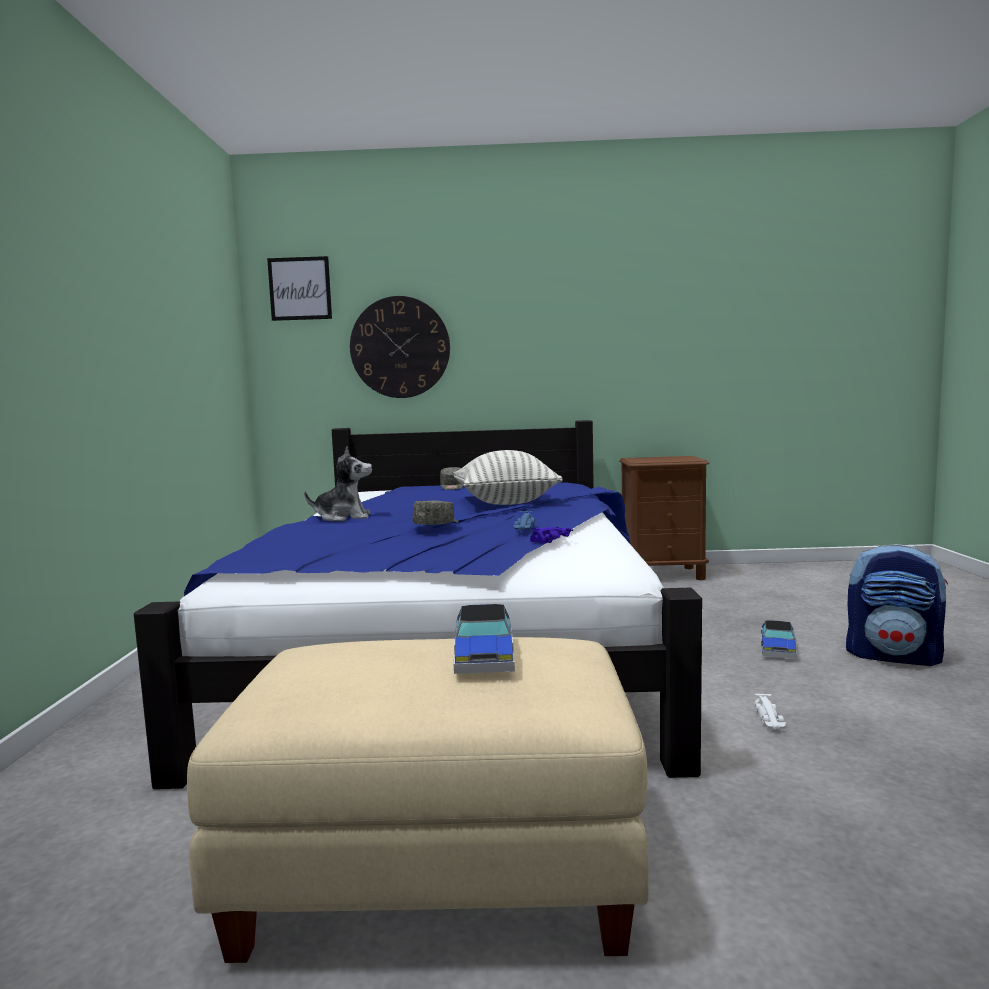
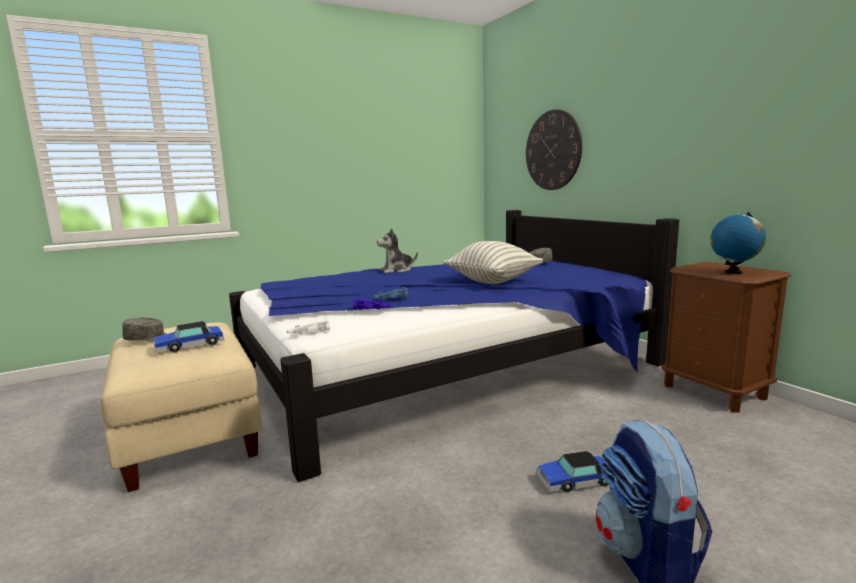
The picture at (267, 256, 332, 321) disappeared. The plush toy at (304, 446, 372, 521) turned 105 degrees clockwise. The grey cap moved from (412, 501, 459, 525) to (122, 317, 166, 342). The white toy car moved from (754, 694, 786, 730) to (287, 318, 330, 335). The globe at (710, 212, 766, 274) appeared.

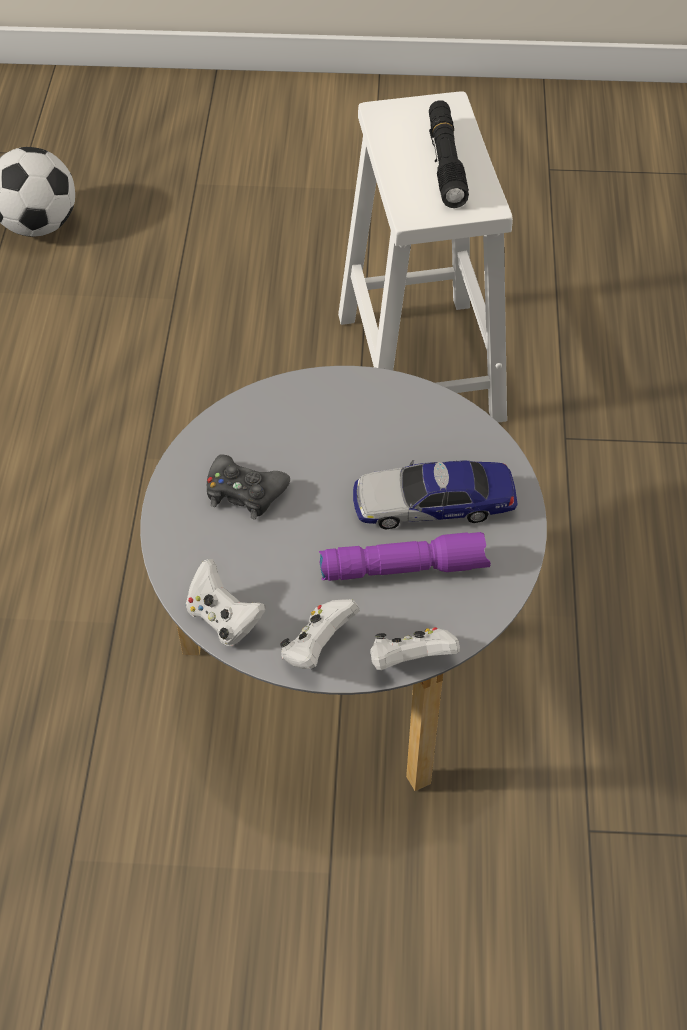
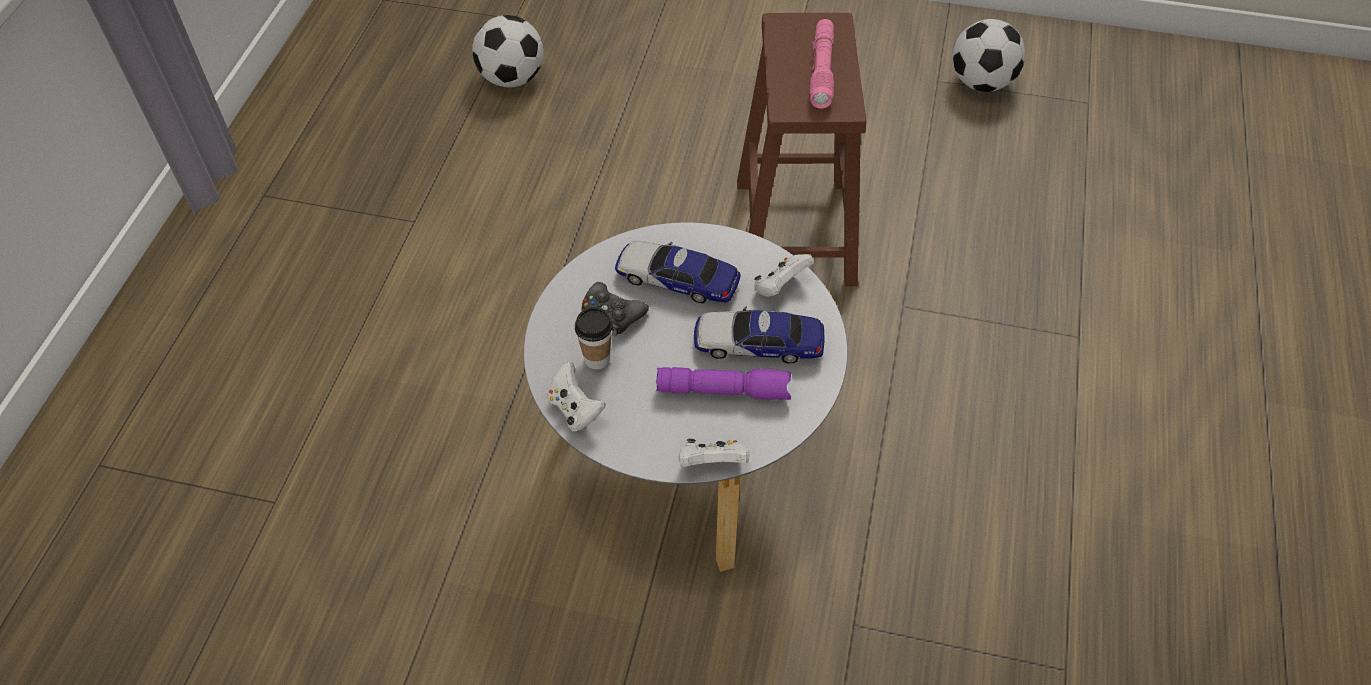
The white game controller moved from (280, 599, 359, 669) to (754, 254, 814, 297). The white stool at (338, 91, 513, 423) became the brown stool at (737, 13, 866, 286). The black flashlight at (429, 100, 469, 208) became the pink flashlight at (810, 19, 834, 109). The cup at (575, 307, 613, 369) appeared. The toy car at (615, 241, 741, 303) appeared. The football at (952, 19, 1025, 92) appeared.

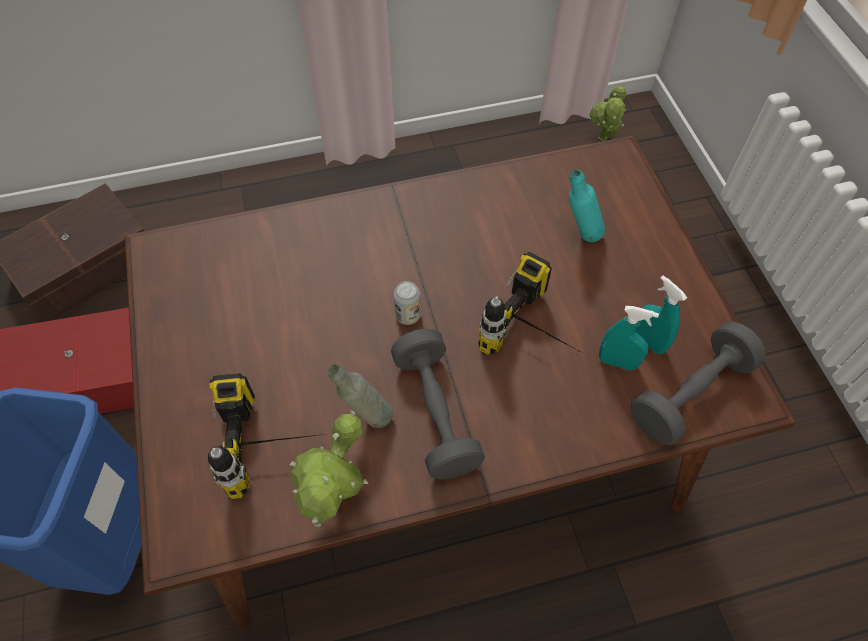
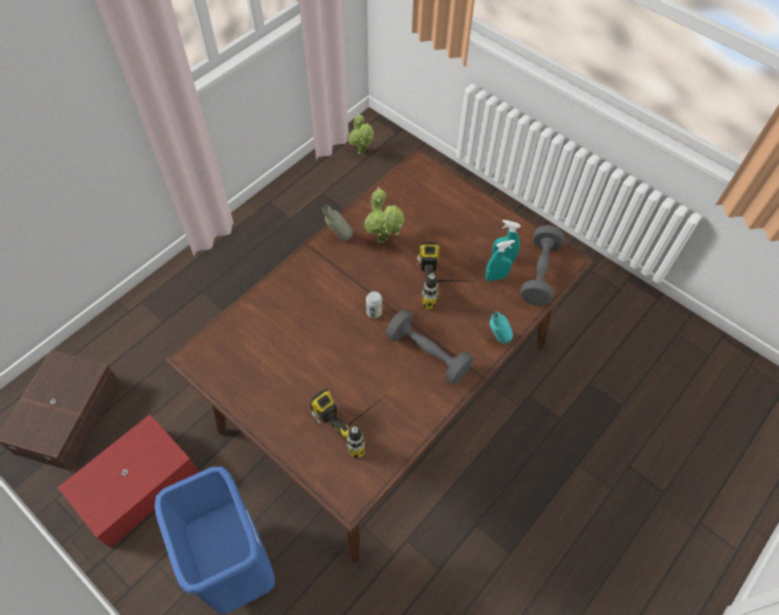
The potted plant moved from (289, 410, 368, 527) to (364, 187, 404, 243). The grey bottle moved from (328, 364, 393, 428) to (322, 205, 353, 241). The turquoise bottle moved from (569, 169, 605, 242) to (490, 311, 513, 343).

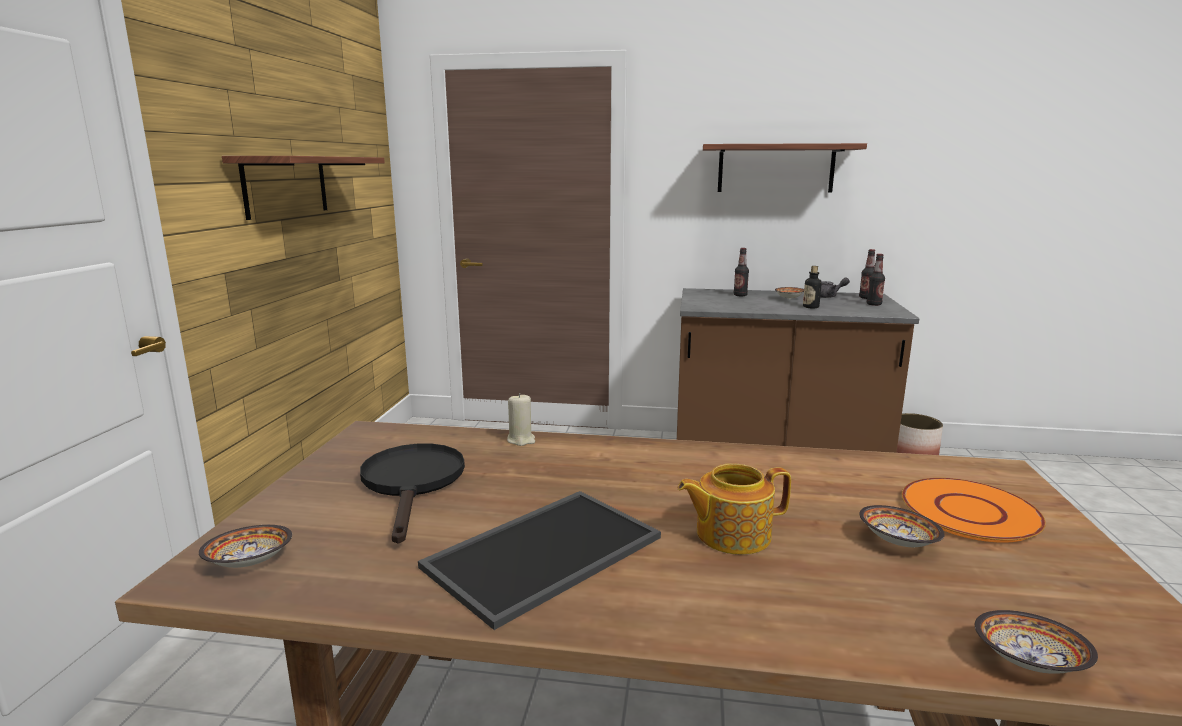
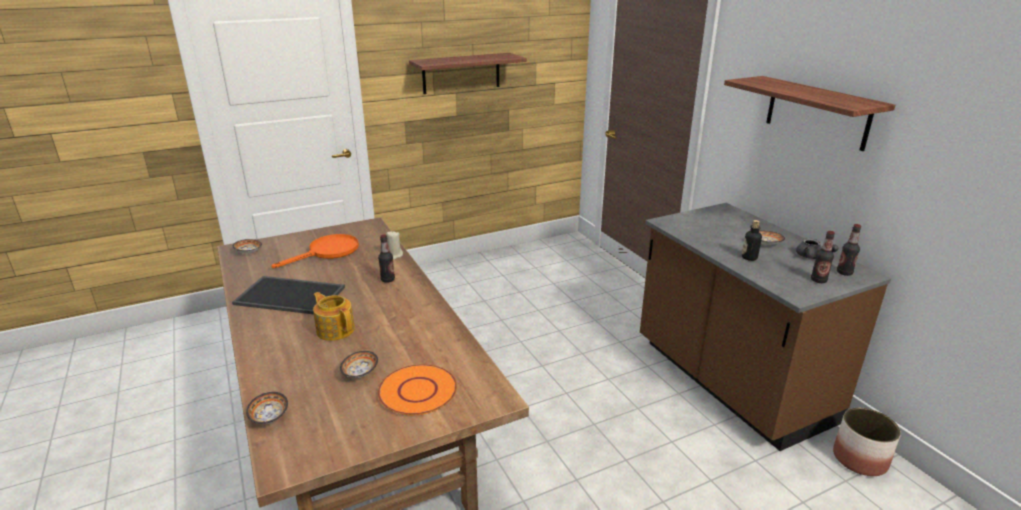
The black frying pan at (360, 444, 465, 544) became the orange frying pan at (271, 234, 359, 268). The bottle moved from (734, 248, 749, 296) to (378, 234, 395, 283).

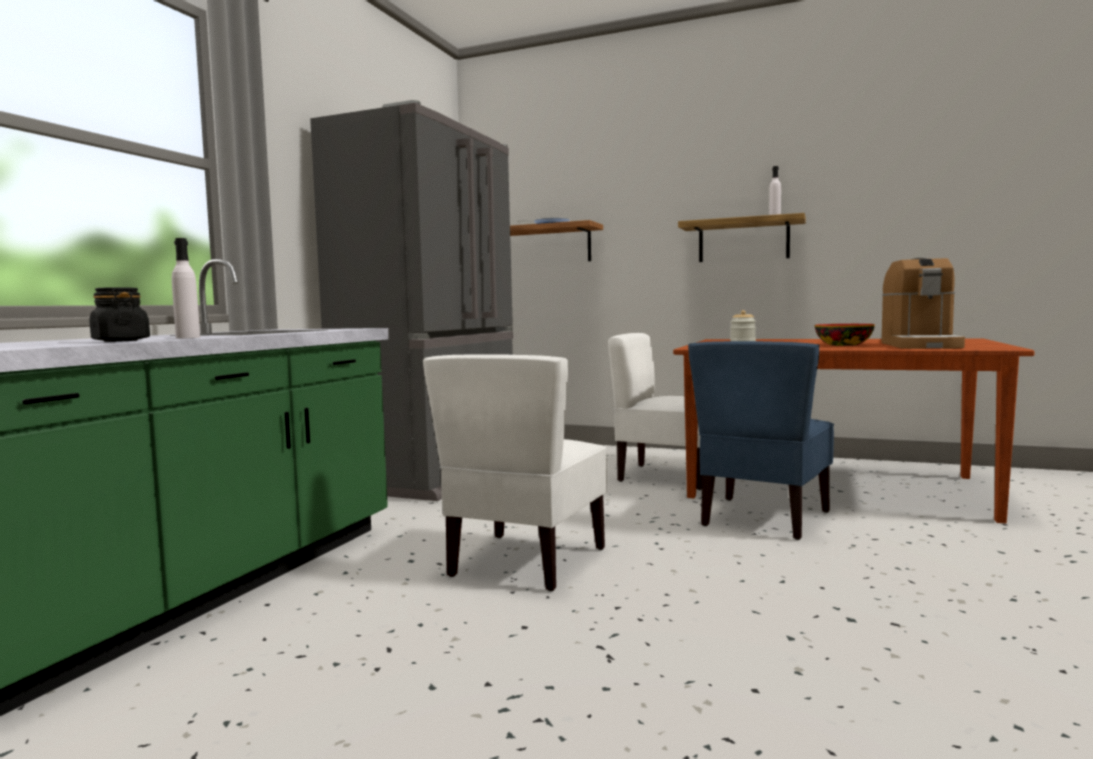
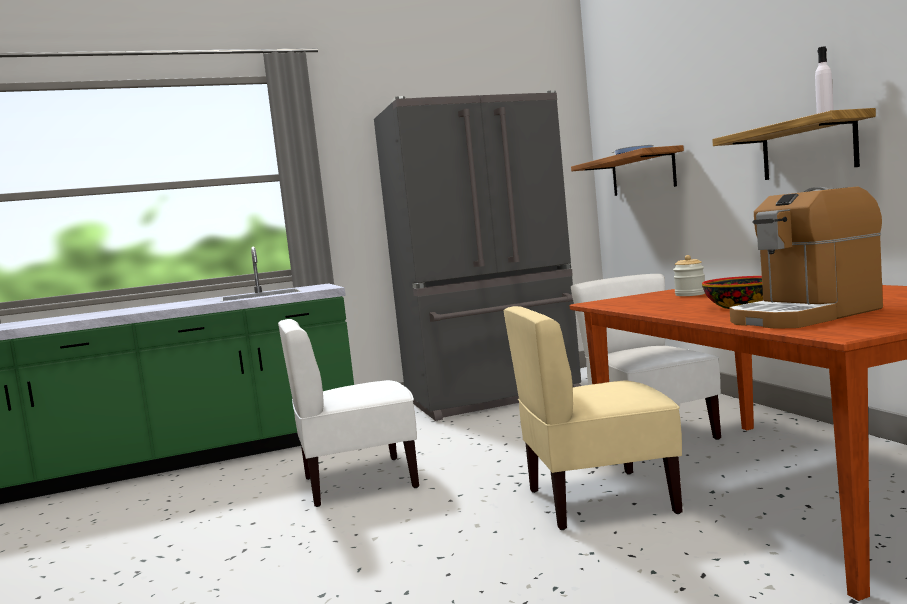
The black jar at (90, 287, 150, 342) disappeared. The white bottle at (172, 238, 200, 339) disappeared. The blue chair at (688, 341, 834, 540) became the beige chair at (504, 306, 683, 530).

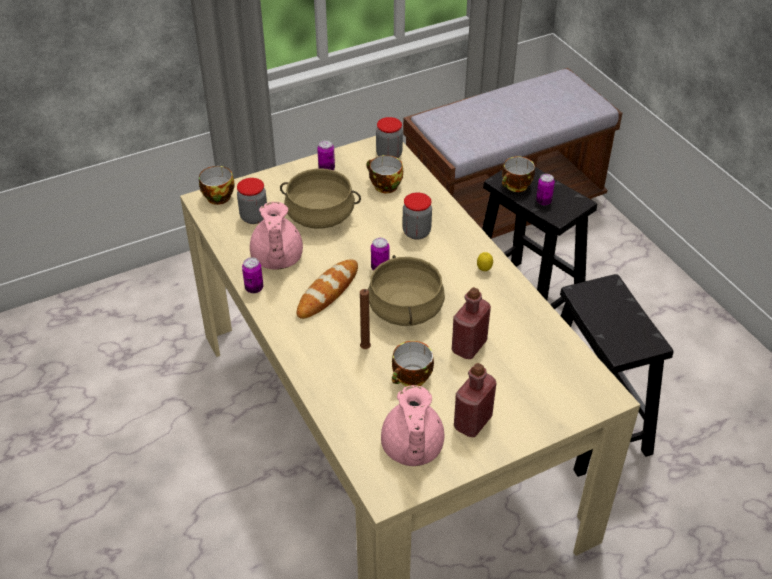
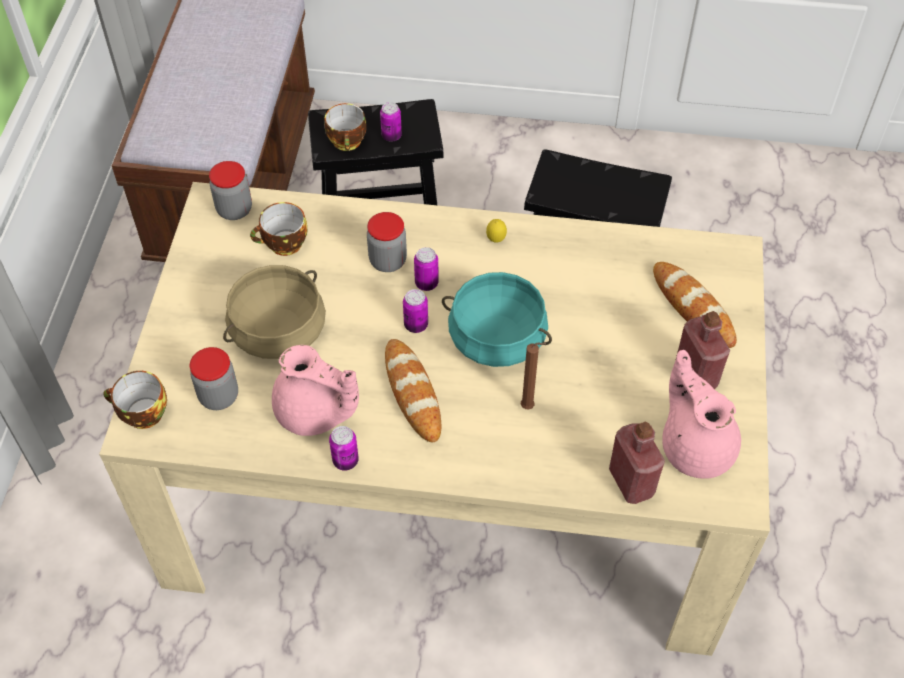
The can moved from (317, 140, 335, 170) to (414, 247, 439, 291). The beige cooking pot at (368, 255, 445, 326) became the turquoise cooking pot at (442, 272, 552, 367). The pink teapot at (381, 385, 444, 466) turned 150 degrees counterclockwise. The cup at (392, 341, 434, 387) disappeared. The red bottle moved from (452, 287, 491, 359) to (609, 422, 665, 504). The bread at (653, 262, 737, 348) appeared.

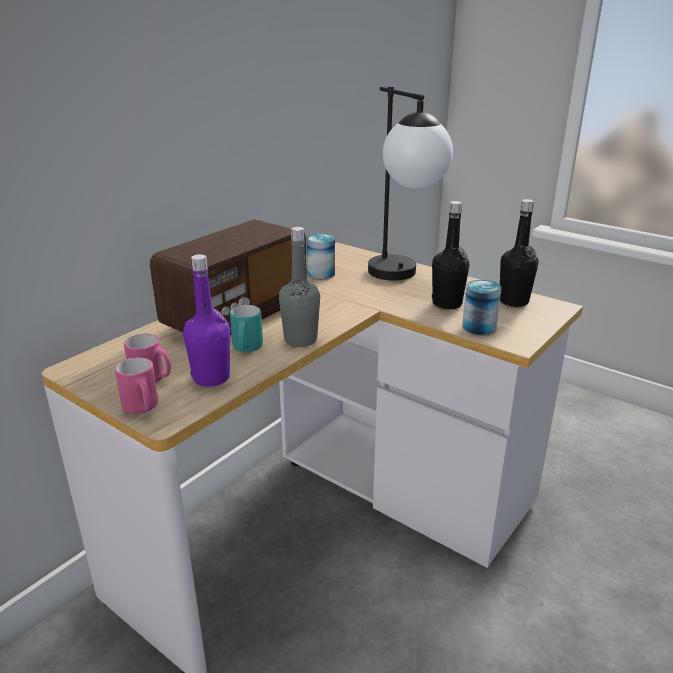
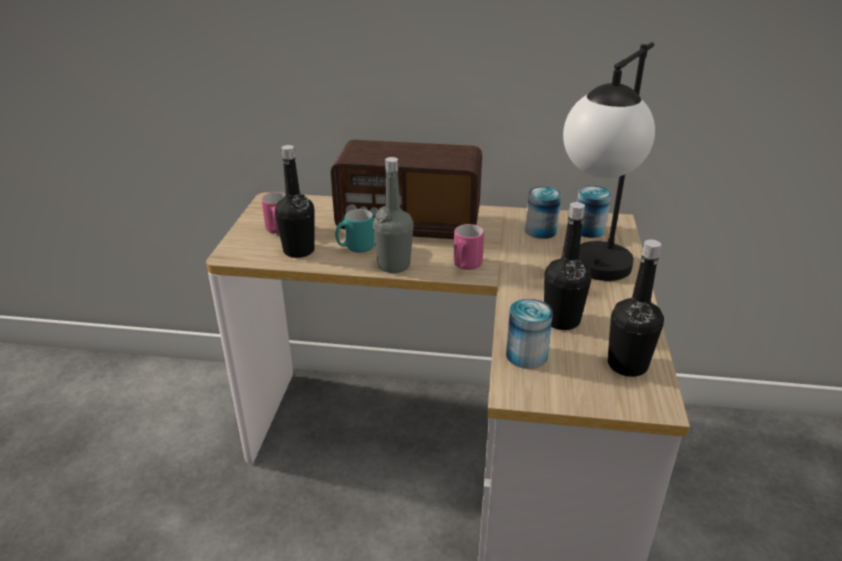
The pink mug moved from (115, 357, 158, 414) to (453, 224, 484, 270). The purple bottle at (183, 254, 230, 387) became the black bottle at (275, 145, 315, 258). The can at (577, 186, 612, 238) appeared.

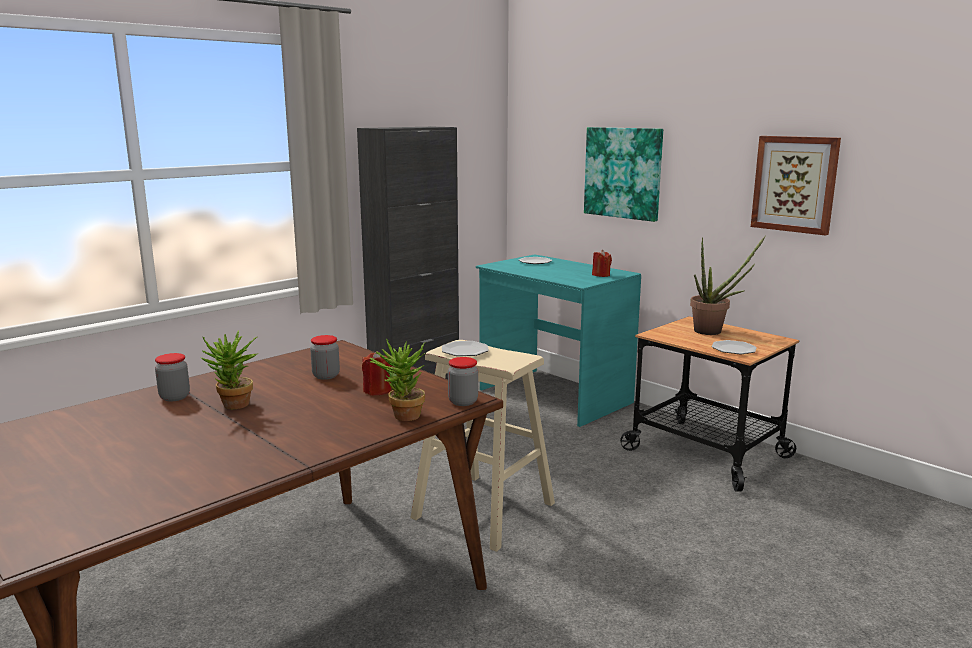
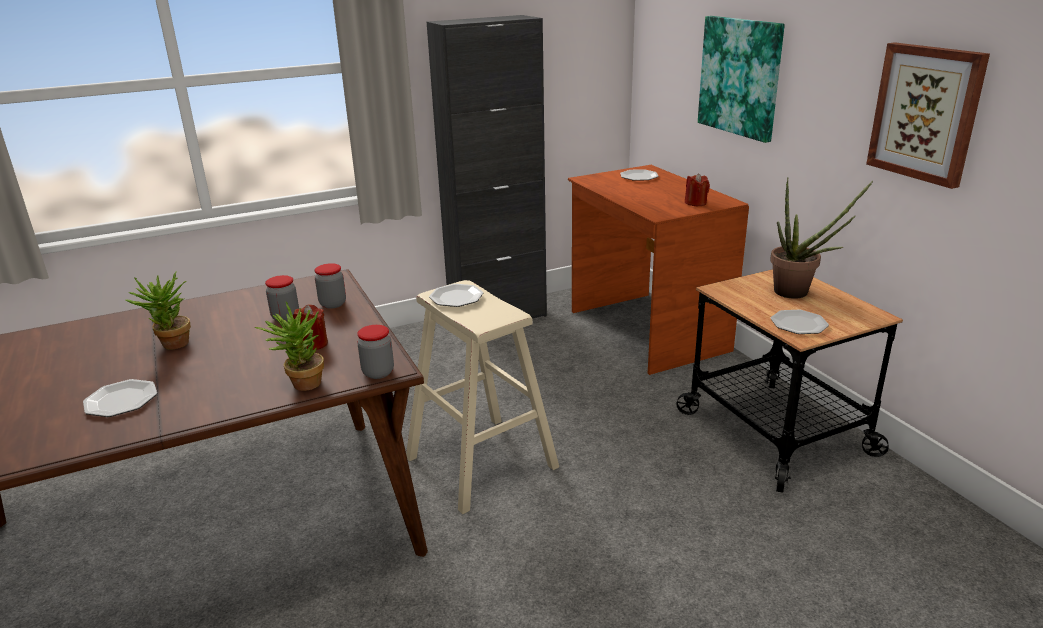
The jar moved from (155, 353, 190, 401) to (314, 263, 346, 309). The turquoise desk at (476, 254, 641, 427) became the brown desk at (568, 165, 749, 375). The plate at (83, 379, 157, 417) appeared.

